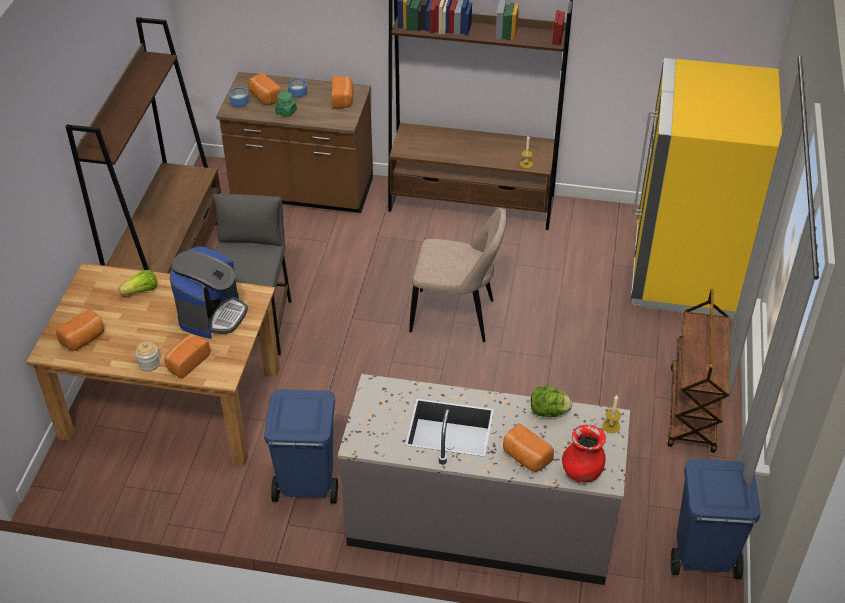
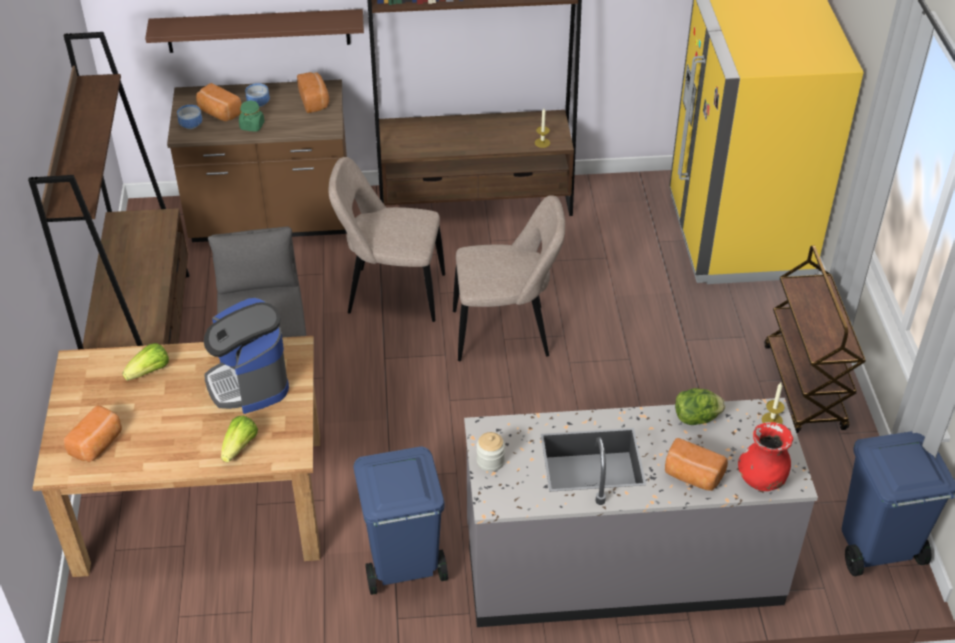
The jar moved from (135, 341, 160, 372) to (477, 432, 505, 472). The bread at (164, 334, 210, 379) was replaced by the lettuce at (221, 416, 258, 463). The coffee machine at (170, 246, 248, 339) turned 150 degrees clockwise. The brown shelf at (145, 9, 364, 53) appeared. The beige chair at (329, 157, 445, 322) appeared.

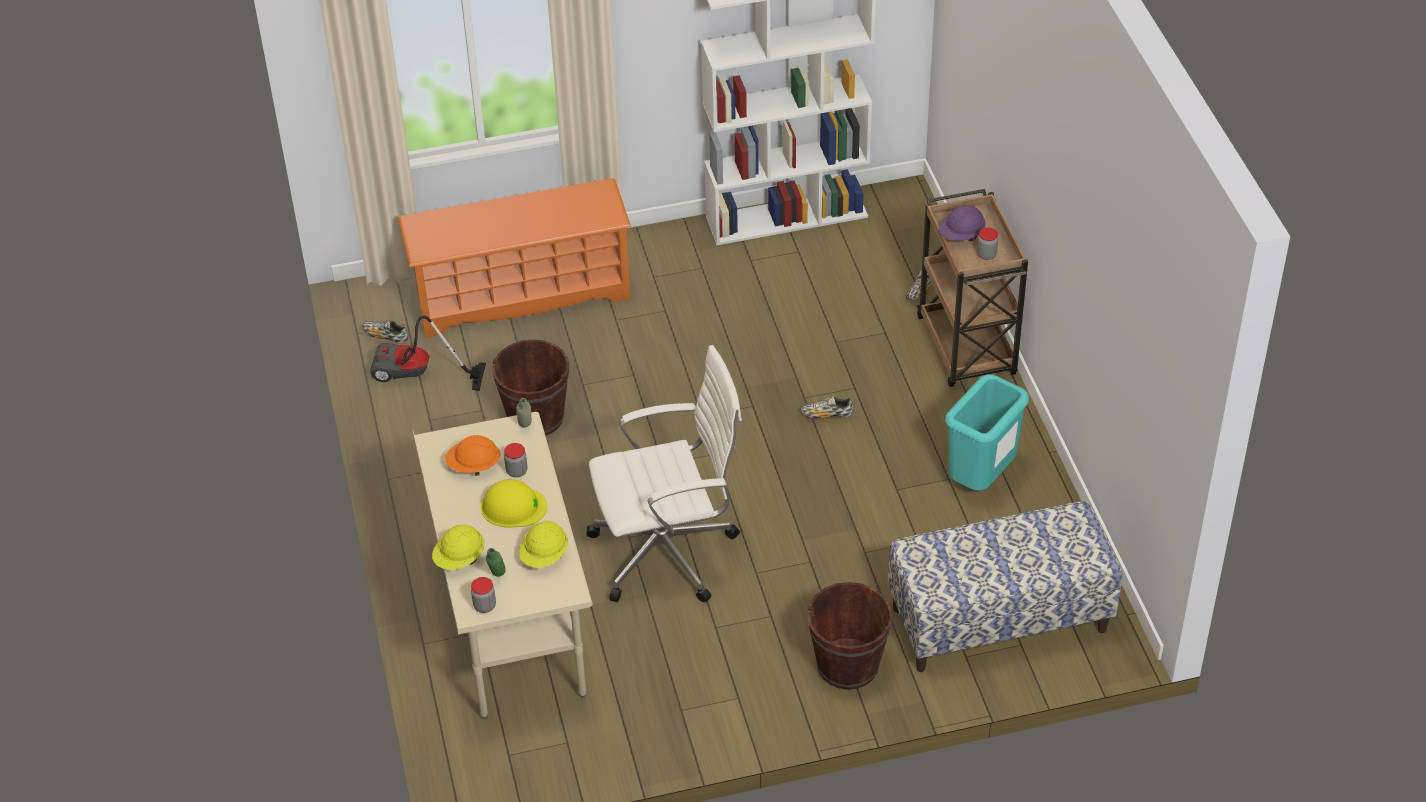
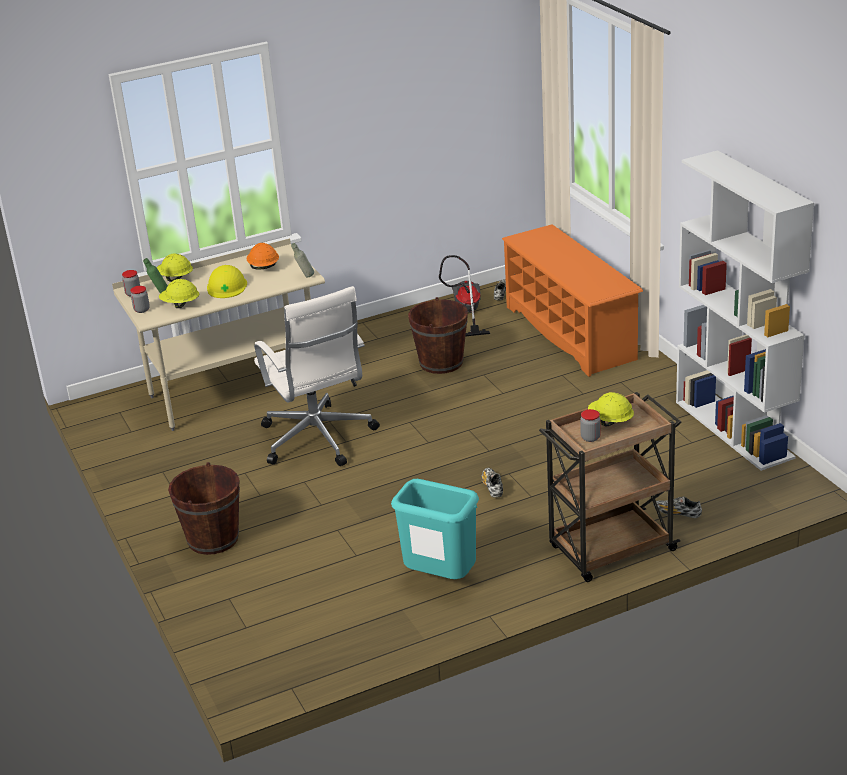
The jar moved from (504, 443, 527, 478) to (130, 286, 150, 313). The bench at (888, 501, 1123, 672) disappeared. The purple hard hat at (939, 205, 986, 241) became the yellow hard hat at (588, 392, 634, 427).

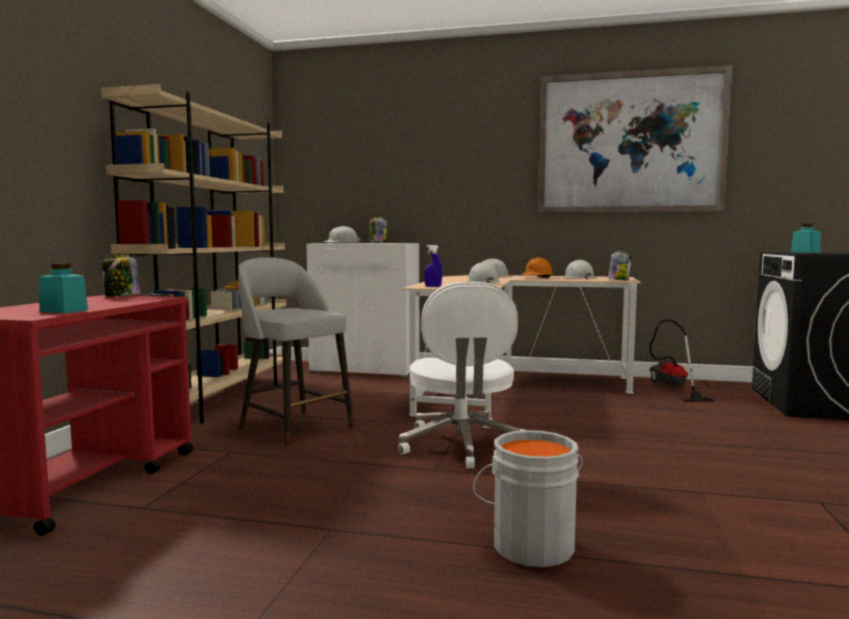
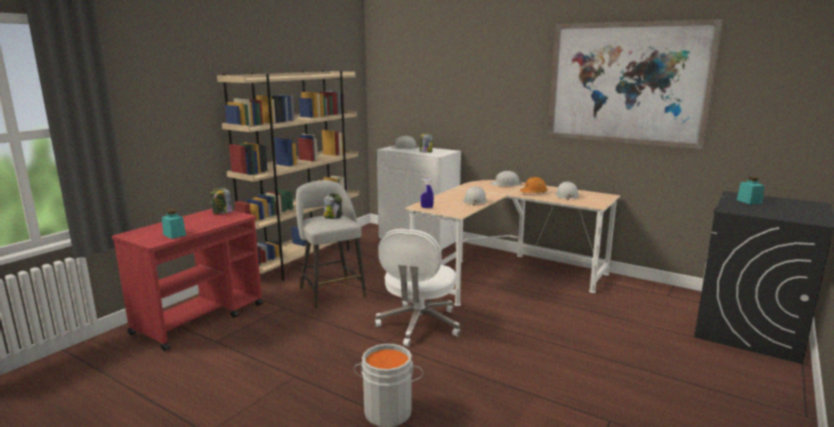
The jar moved from (608, 251, 631, 281) to (324, 194, 342, 219). The vacuum cleaner at (649, 319, 715, 402) disappeared.

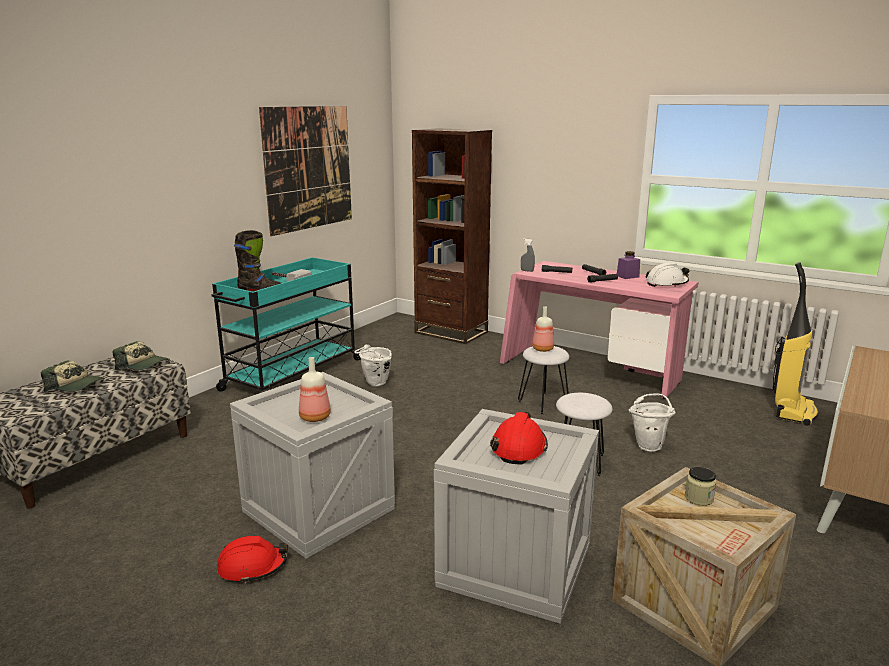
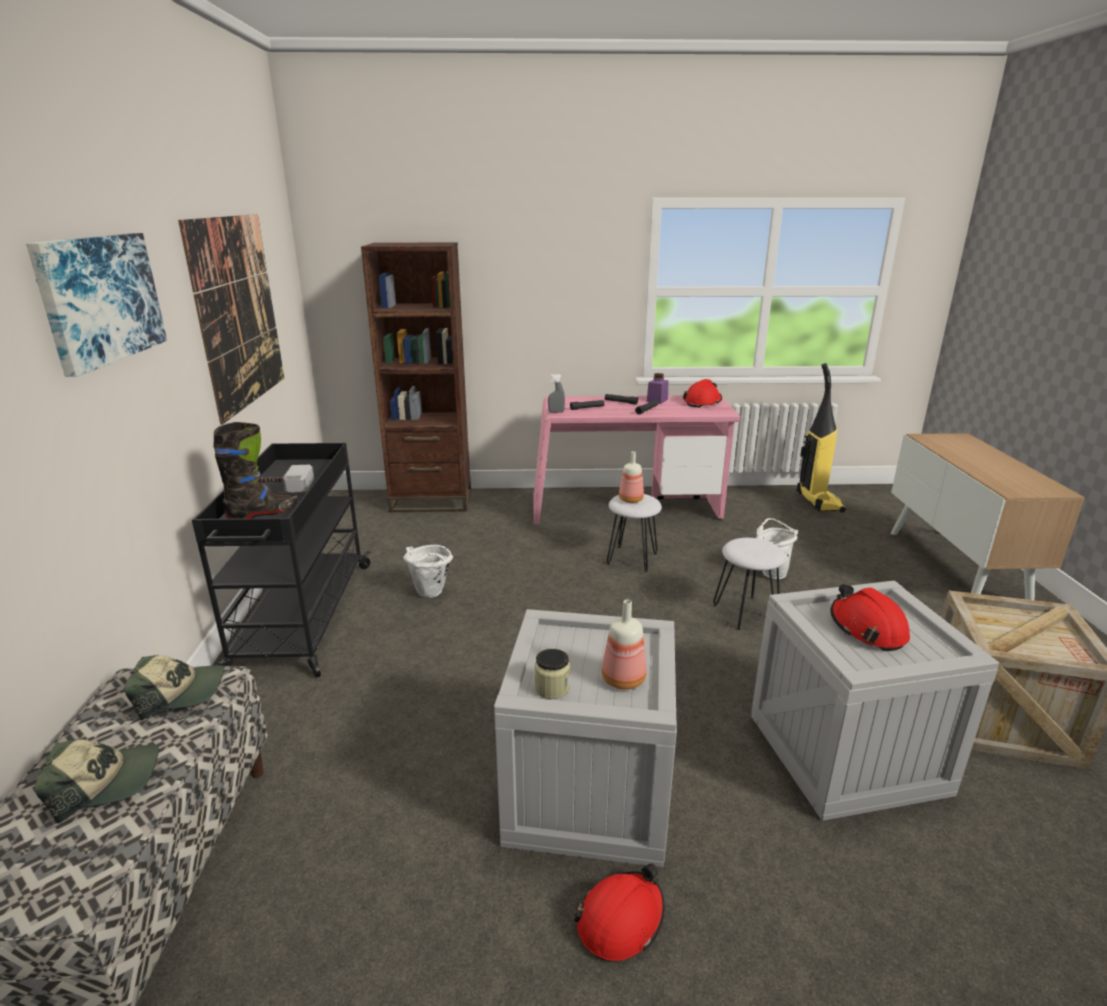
The turquoise cart at (211, 257, 361, 393) became the black cart at (192, 443, 371, 678). The white hard hat at (646, 262, 689, 287) became the red hard hat at (683, 379, 722, 408). The jar moved from (685, 467, 717, 506) to (535, 649, 570, 699). The picture at (26, 233, 167, 377) appeared.

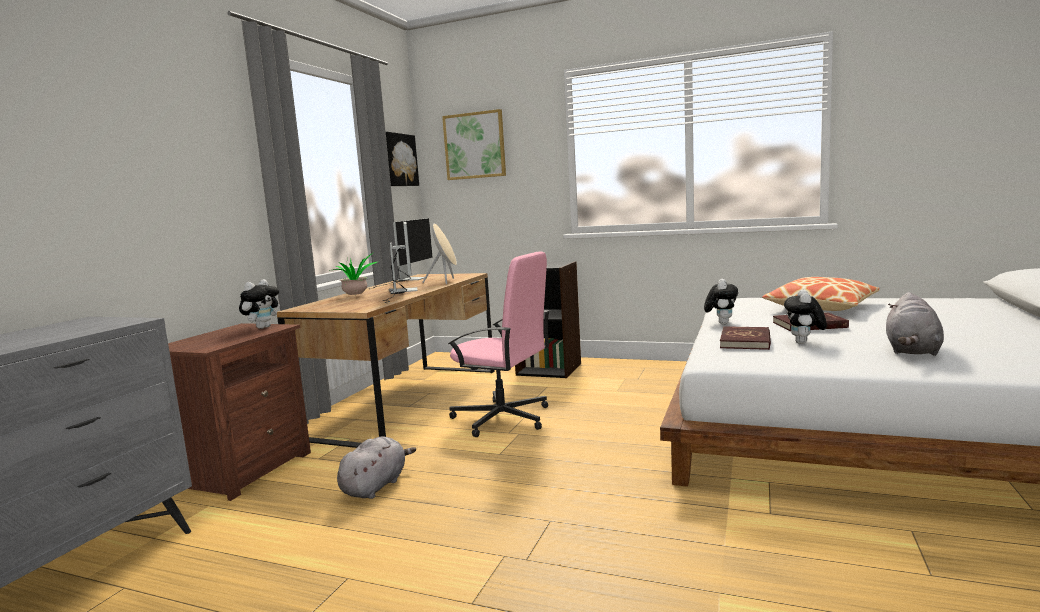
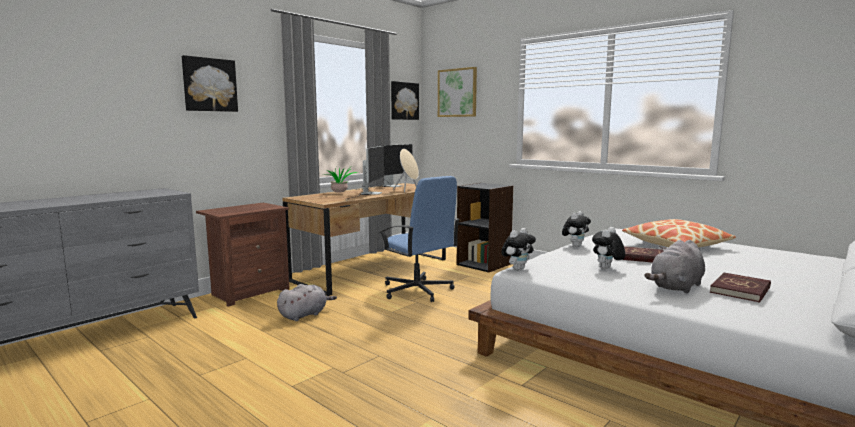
The plush toy moved from (239, 279, 280, 329) to (501, 228, 536, 270). The pink office chair at (448, 251, 550, 437) became the blue office chair at (379, 176, 460, 302). The red book moved from (720, 326, 771, 350) to (710, 273, 771, 303). The picture at (182, 55, 238, 112) appeared.

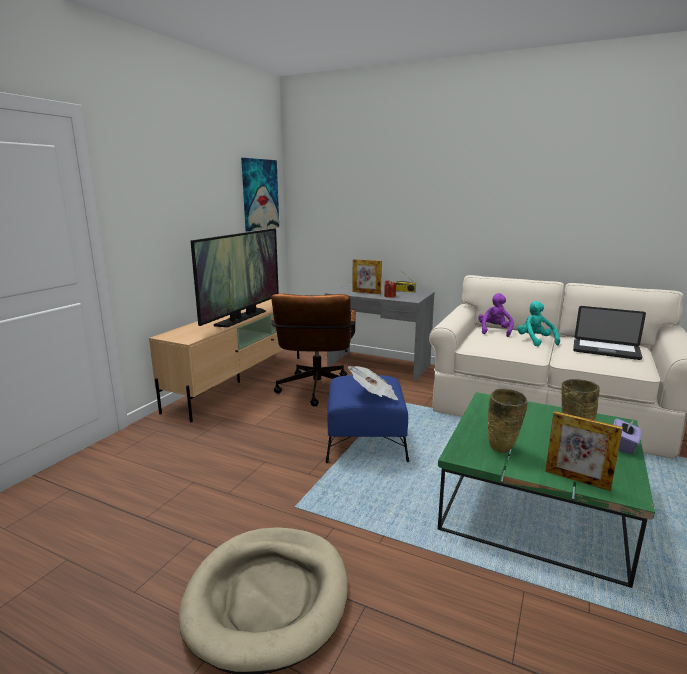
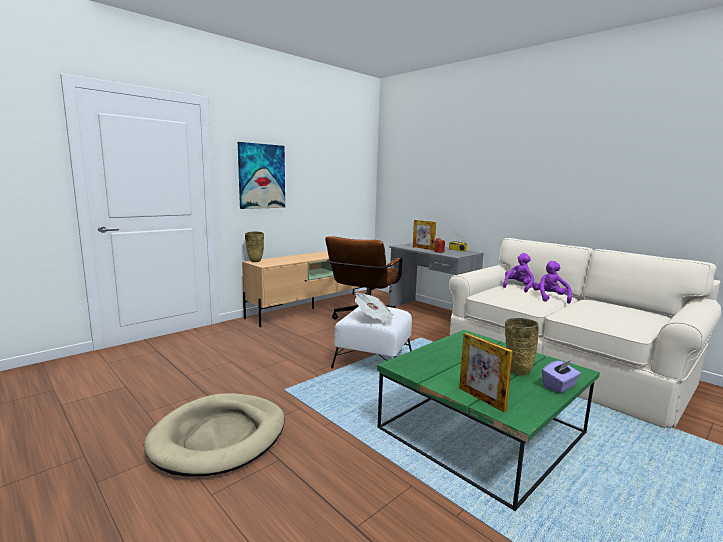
The television at (191, 228, 279, 327) disappeared. The picture moved from (241, 158, 279, 232) to (238, 142, 285, 209). The blue ottoman at (326, 375, 409, 463) became the white ottoman at (331, 307, 412, 368). The beige vase moved from (488, 389, 527, 453) to (245, 231, 264, 262). The turquoise plush toy at (518, 301, 560, 347) became the purple plush toy at (532, 261, 572, 304). The laptop at (573, 306, 646, 360) disappeared.

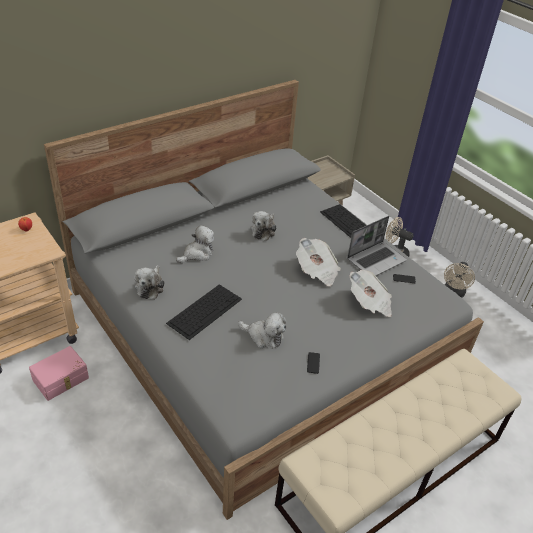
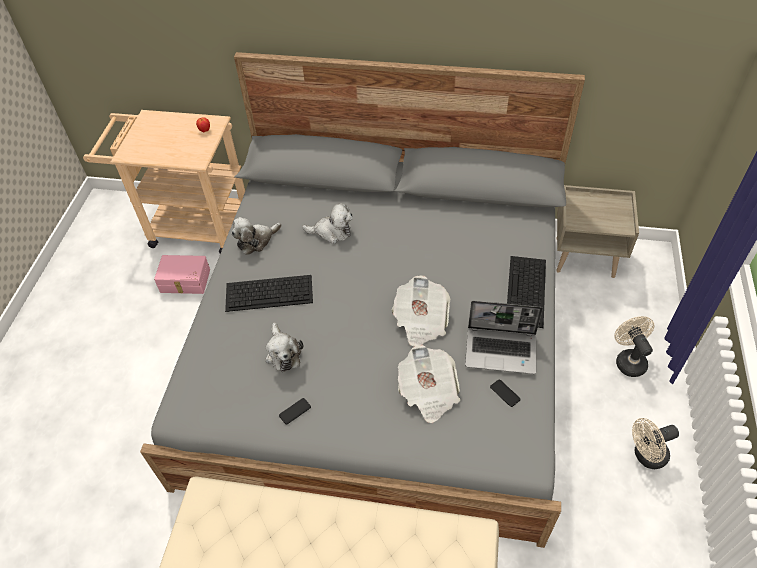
The plush toy at (251, 211, 277, 241) disappeared.

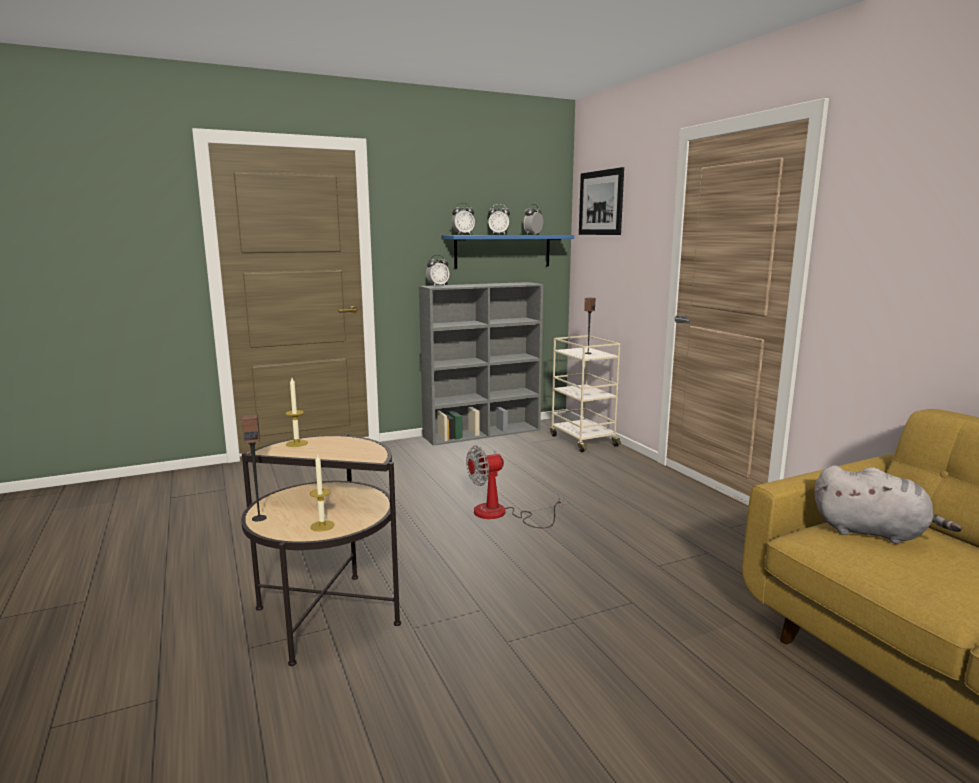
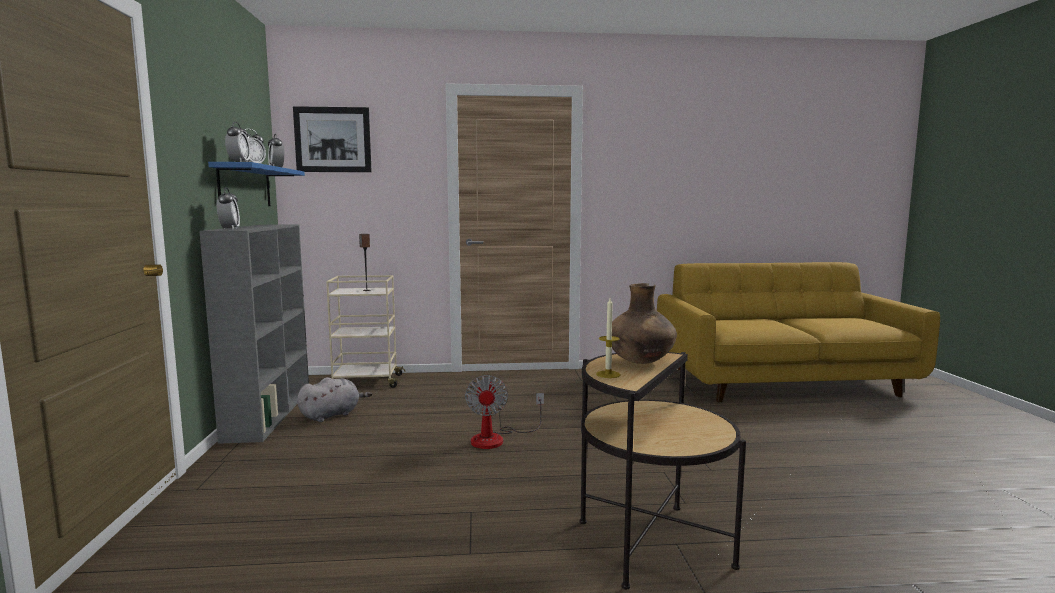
The speaker at (241, 414, 267, 521) disappeared. The candle at (310, 454, 334, 532) disappeared. The grey plush toy moved from (814, 465, 962, 544) to (297, 377, 372, 422). The brown vase at (612, 283, 677, 364) appeared.

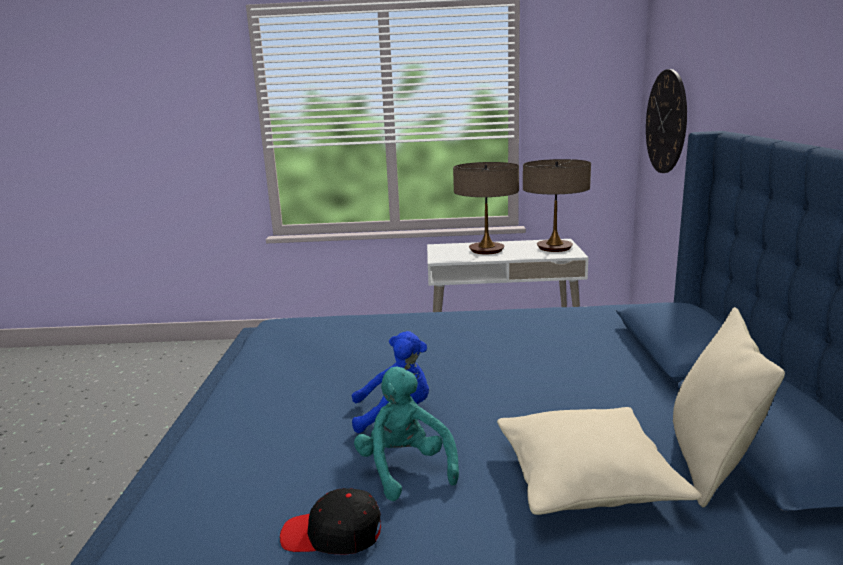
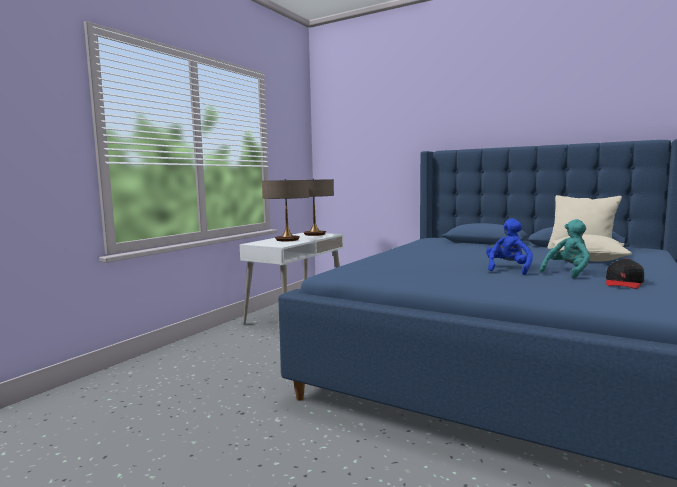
The turquoise plush toy at (354, 367, 459, 501) turned 135 degrees clockwise. The wall clock at (646, 69, 687, 173) disappeared.

